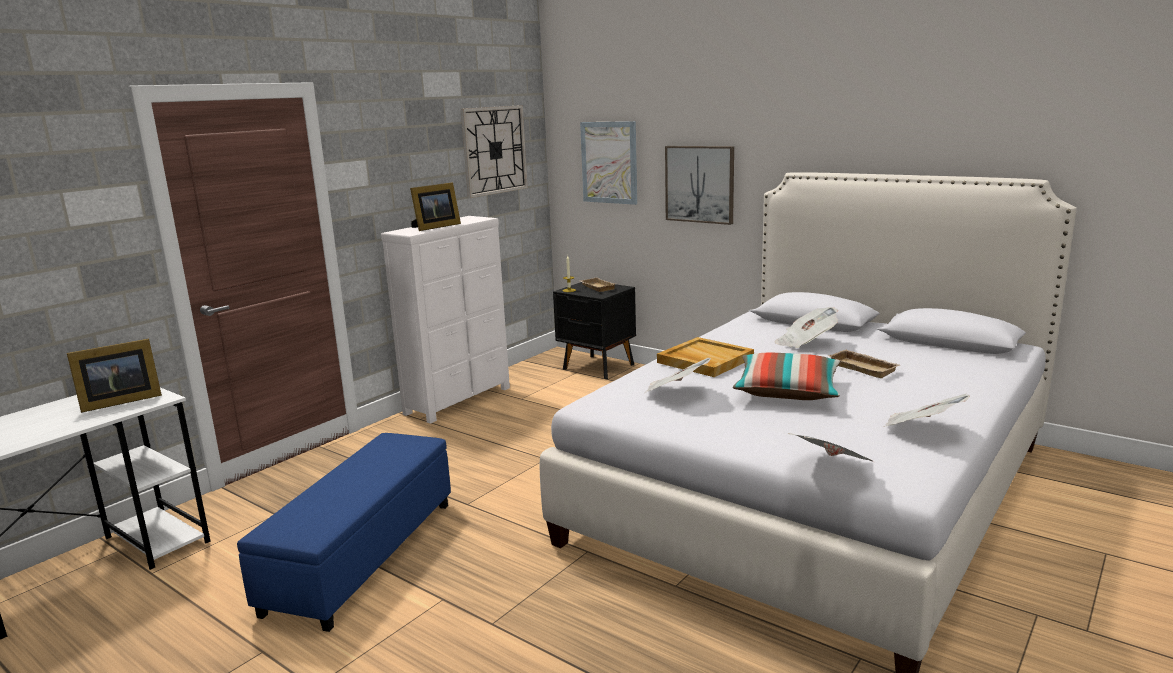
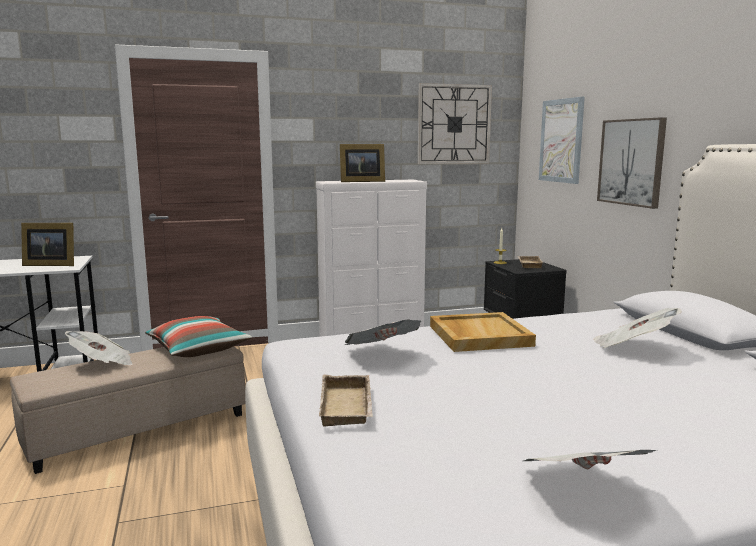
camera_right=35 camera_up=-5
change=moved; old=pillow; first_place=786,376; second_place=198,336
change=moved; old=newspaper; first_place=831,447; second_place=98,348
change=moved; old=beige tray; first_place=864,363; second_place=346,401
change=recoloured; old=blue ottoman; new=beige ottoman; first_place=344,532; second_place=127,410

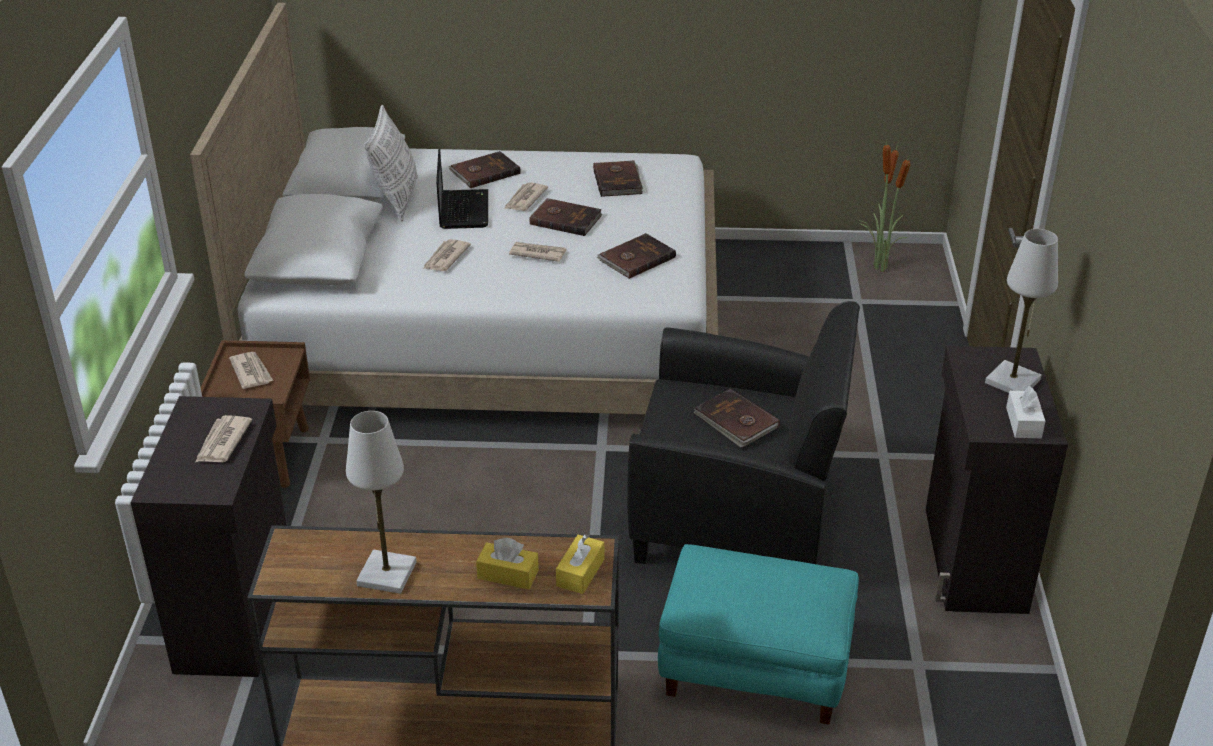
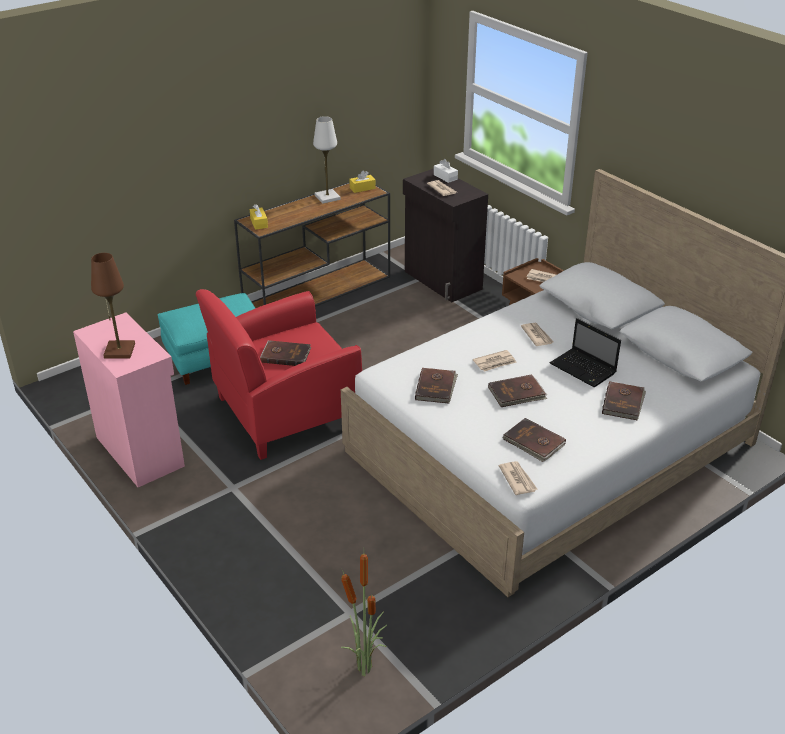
camera_right=140 camera_up=0
change=removed; old=pillow; first_place=391,163
change=moved; old=yellow tissue box; first_place=507,563; second_place=362,181
change=moved; old=newspaper; first_place=526,196; second_place=518,478
change=moved; old=white tissue box; first_place=1025,412; second_place=446,171
change=recoloured; old=black armchair; new=red armchair; first_place=743,432; second_place=279,374
change=recoloured; old=black cabinet; new=pink cabinet; first_place=997,480; second_place=129,400
change=recoloured; old=white table lamp; new=brown table lamp; first_place=1021,311; second_place=113,306

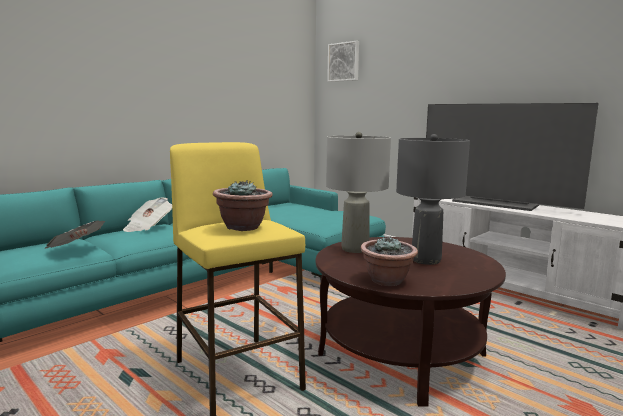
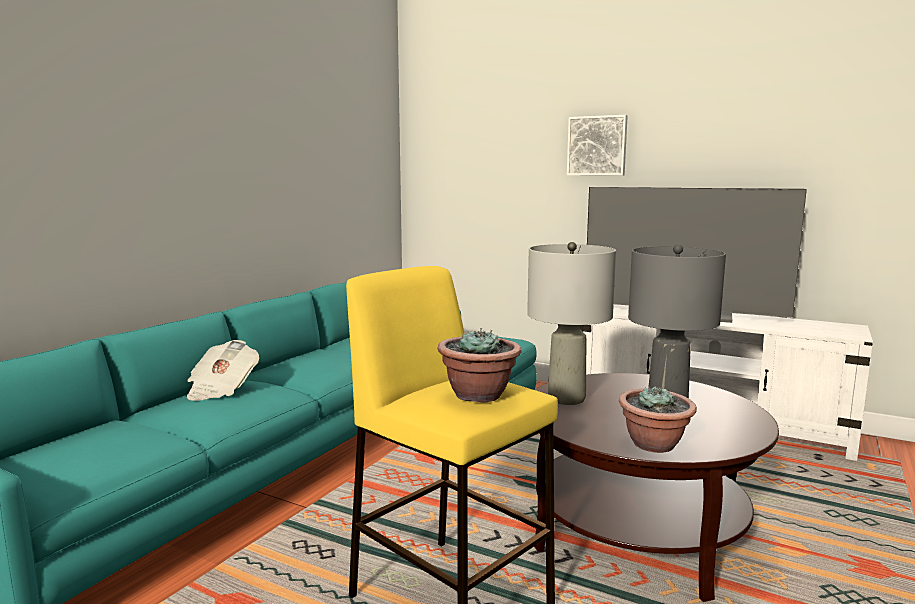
camera_right=-15 camera_up=0
change=removed; old=newspaper; first_place=75,234
change=moved; old=picture; first_place=343,61; second_place=597,145

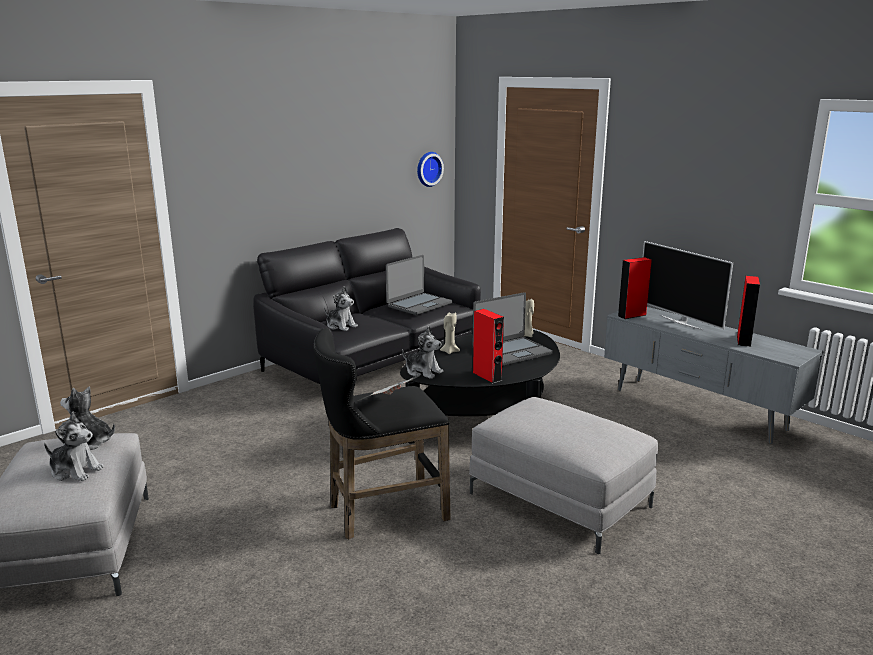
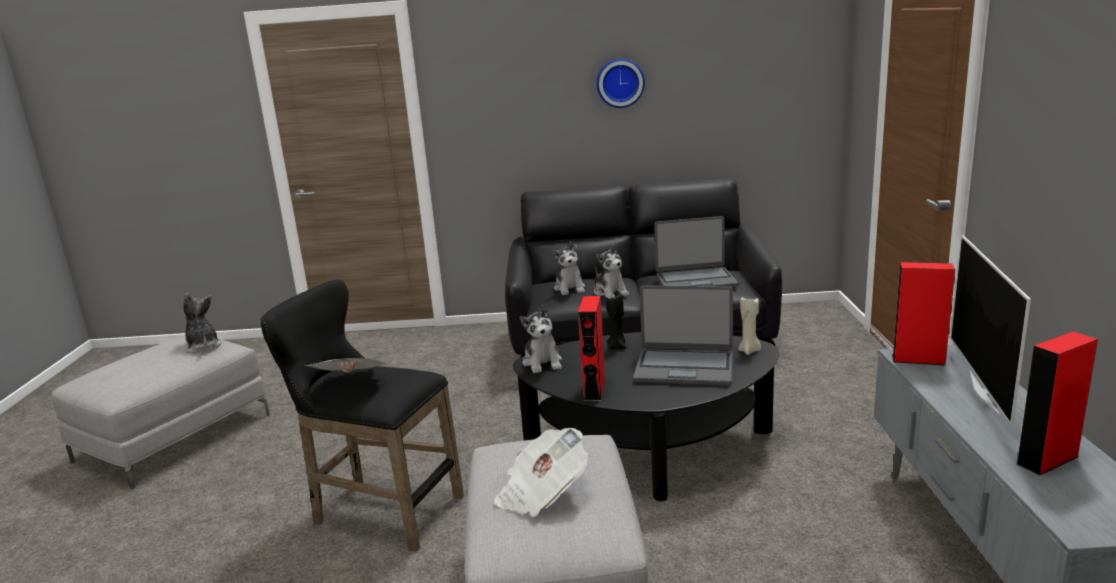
camera_right=45 camera_up=0
change=added; new=newspaper; second_place=541,472
change=moved; old=plush toy; first_place=74,446; second_place=611,271
change=moved; old=wall clock; first_place=430,169; second_place=621,83
change=recoloured; old=beige candle; new=black candle; first_place=450,333; second_place=616,321

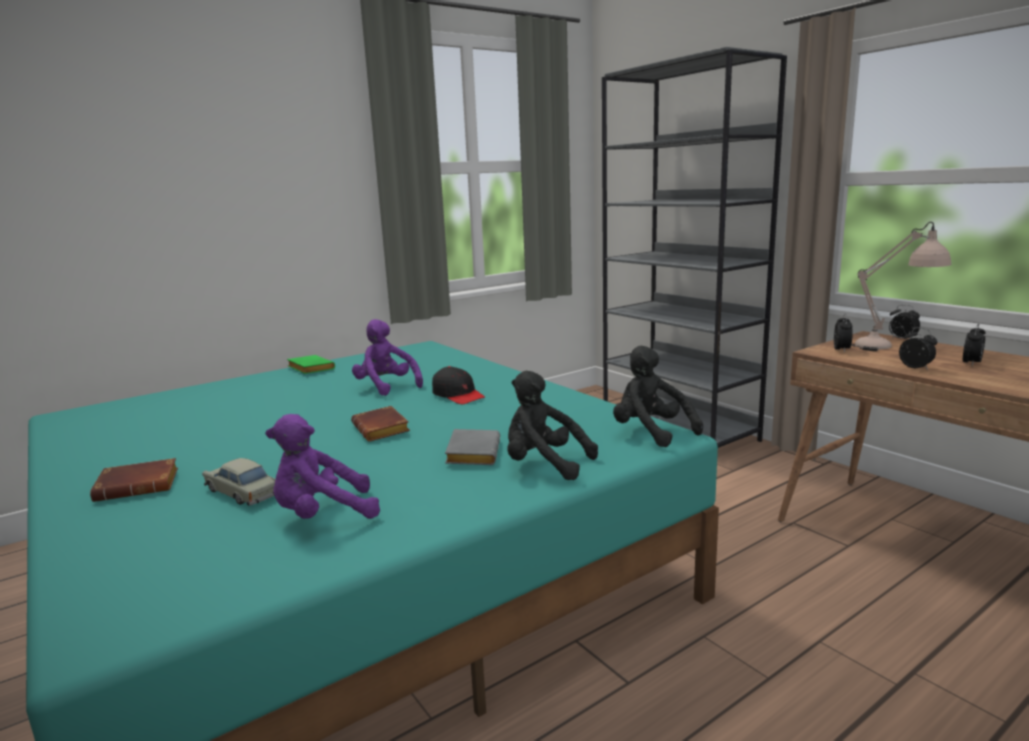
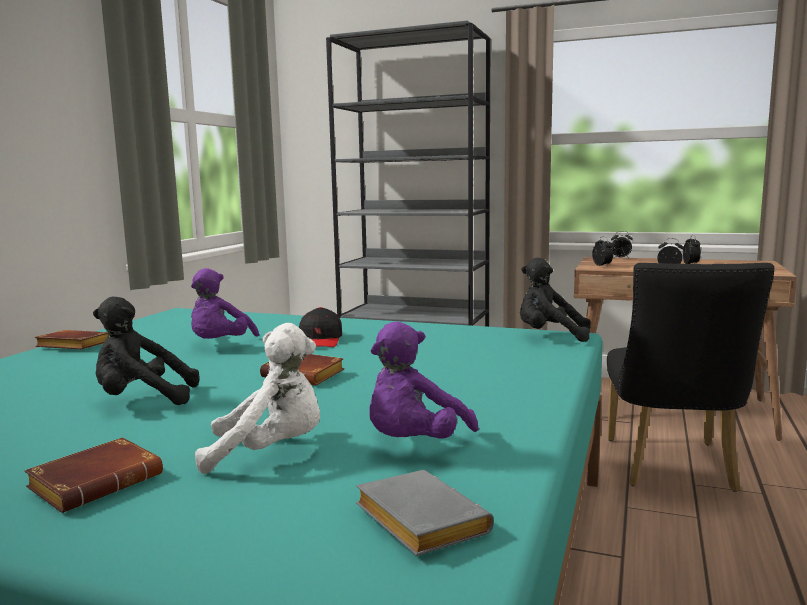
camera_right=-35 camera_up=-5
change=removed; old=beige table lamp; first_place=901,286
change=added; new=black chair; second_place=690,377
change=moved; old=grey book; first_place=472,447; second_place=425,513
change=moved; old=black plush toy; first_place=552,425; second_place=146,351
change=replaced; old=beige toy car; new=white plush toy; first_place=238,482; second_place=257,398
change=recoloured; old=green book; new=brown book; first_place=311,364; second_place=71,339
change=turned; old=purple plush toy; first_place=387,357; second_place=225,303; degrees=-90
change=turned; old=black cap; first_place=458,385; second_place=320,327; degrees=75

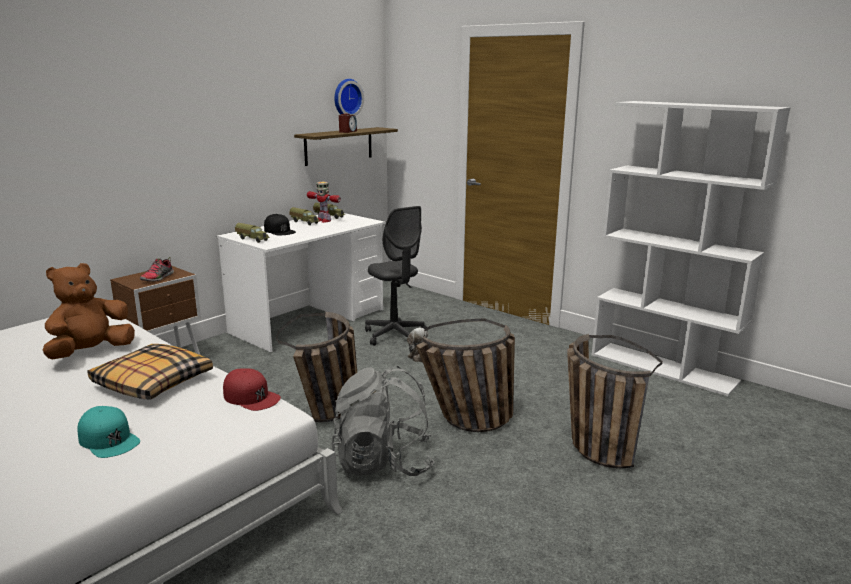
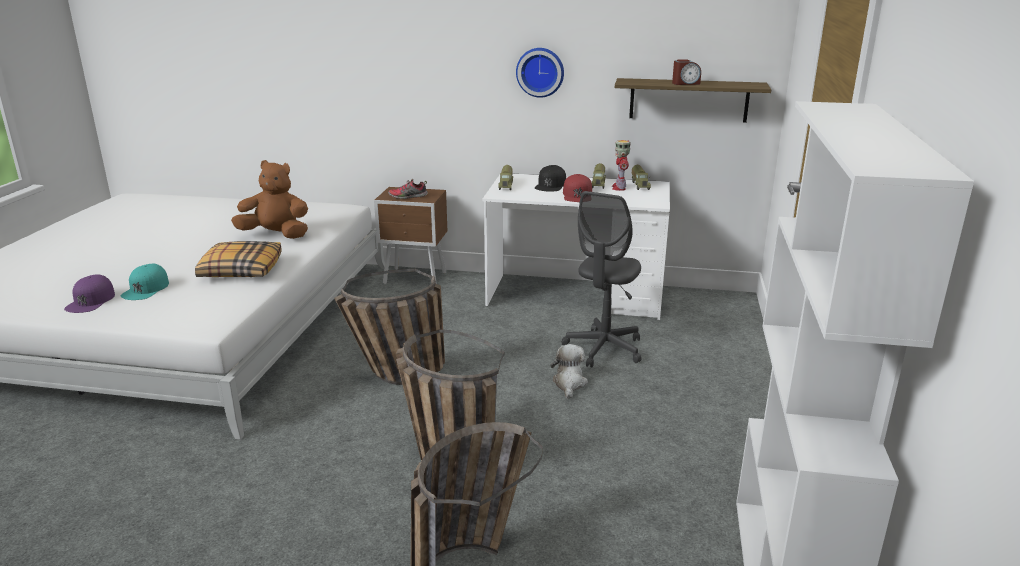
camera_right=60 camera_up=5
change=removed; old=grey backpack; first_place=383,421
change=added; new=purple cap; second_place=89,293
change=moved; old=red cap; first_place=252,389; second_place=577,188
change=moved; old=wall clock; first_place=349,97; second_place=540,73

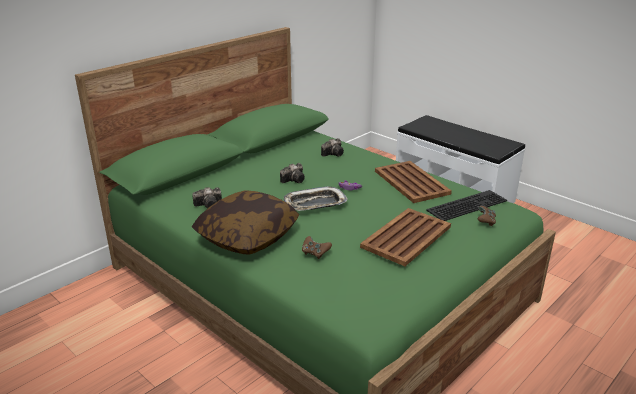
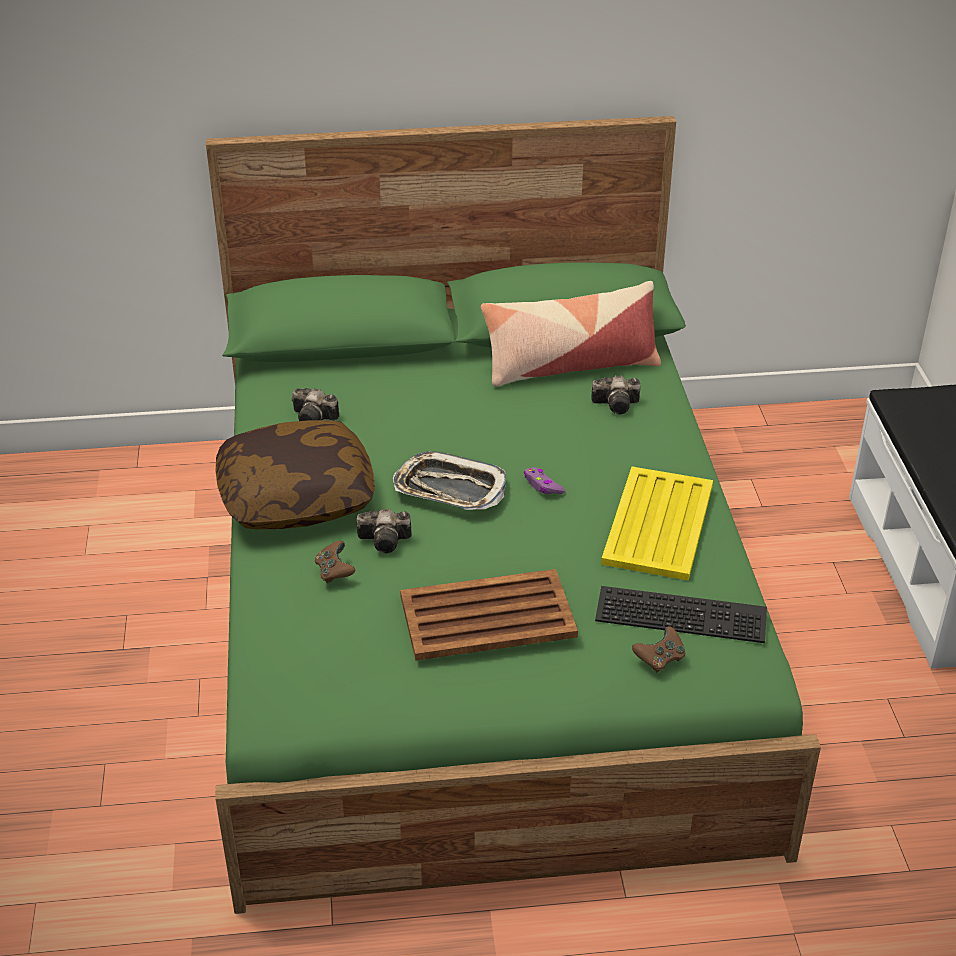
camera_right=40 camera_up=10
change=added; new=pillow; second_place=571,334
change=moved; old=photo camera; first_place=292,173; second_place=384,530
change=recoloured; old=brown tray; new=yellow tray; first_place=413,182; second_place=657,524

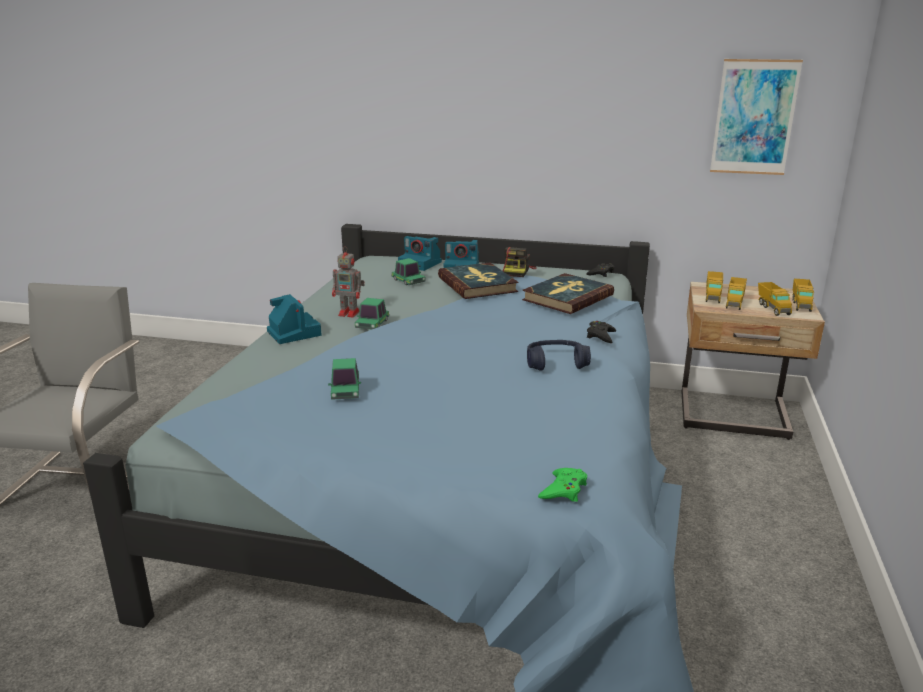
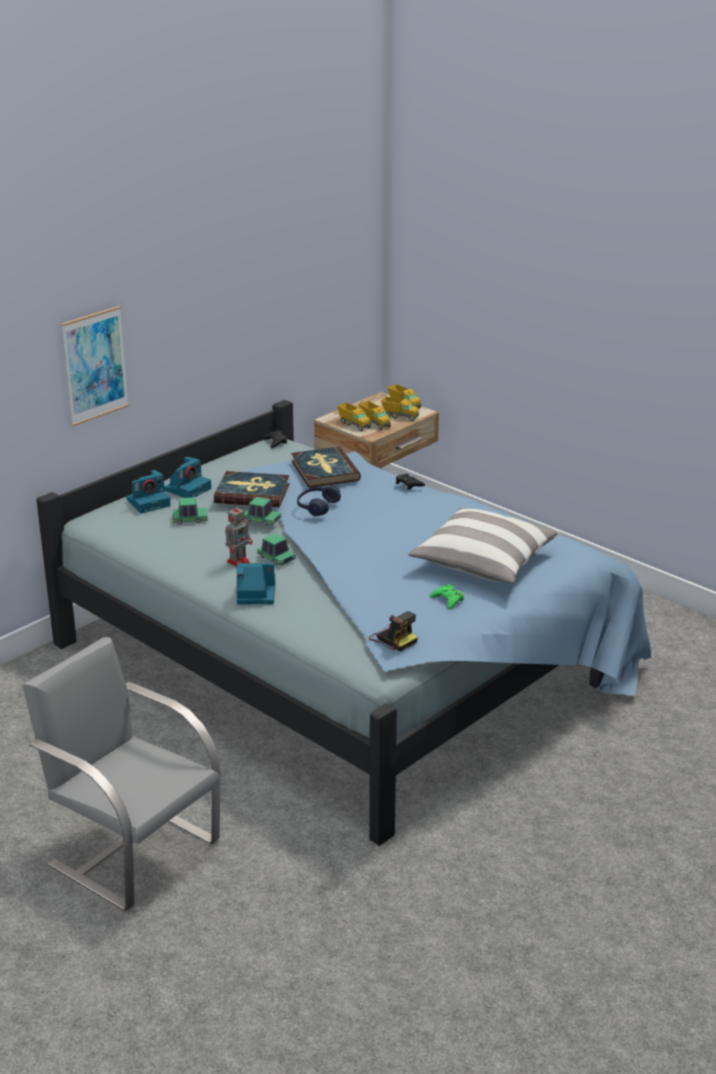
camera_right=-60 camera_up=5
change=added; new=pillow; second_place=483,545
change=moved; old=toy car; first_place=344,379; second_place=262,511
change=moved; old=photo camera; first_place=520,262; second_place=393,631
change=moved; old=blue headphones; first_place=559,355; second_place=319,500
change=moved; old=green game controller; first_place=562,485; second_place=447,596
change=moved; old=picture; first_place=756,117; second_place=95,366

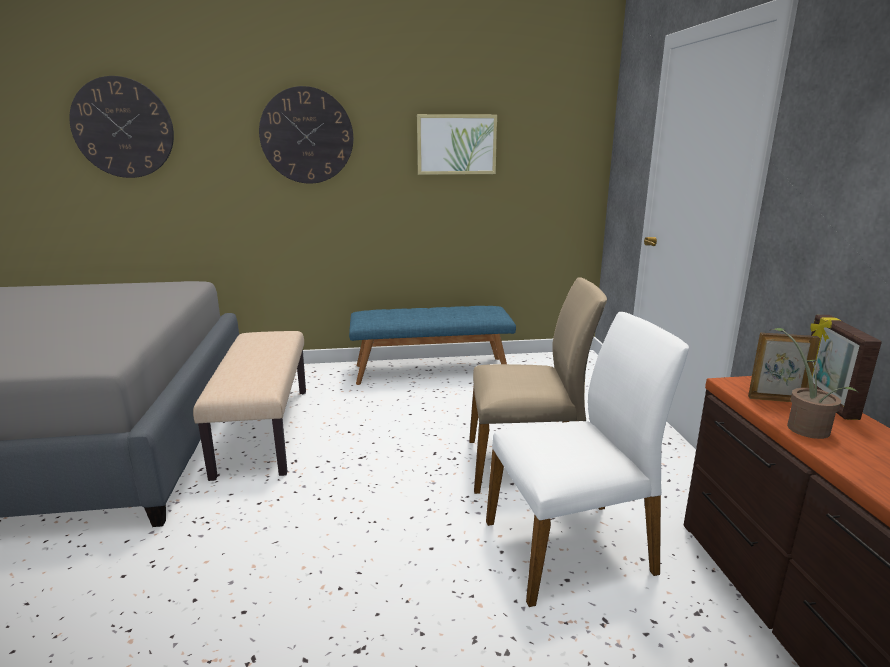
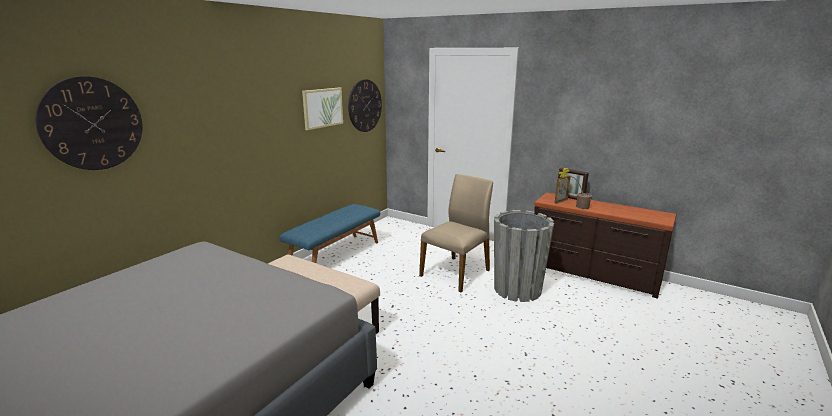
camera_right=-50 camera_up=0
change=moved; old=wall clock; first_place=306,135; second_place=365,105
change=replaced; old=white chair; new=grey planter; first_place=587,459; second_place=524,256

